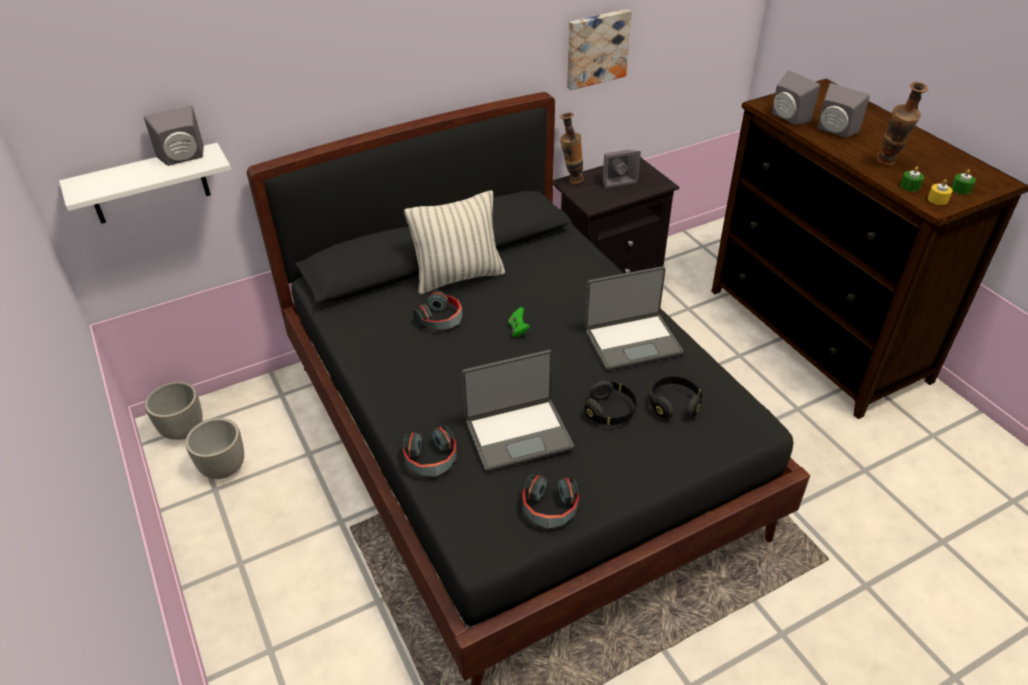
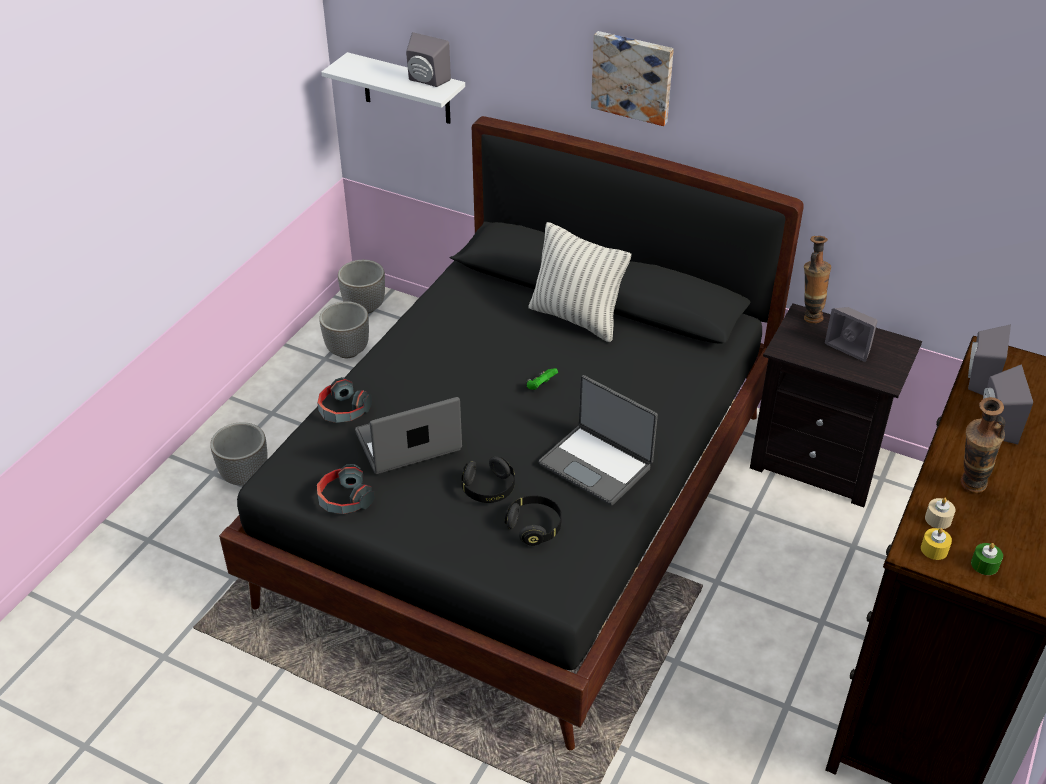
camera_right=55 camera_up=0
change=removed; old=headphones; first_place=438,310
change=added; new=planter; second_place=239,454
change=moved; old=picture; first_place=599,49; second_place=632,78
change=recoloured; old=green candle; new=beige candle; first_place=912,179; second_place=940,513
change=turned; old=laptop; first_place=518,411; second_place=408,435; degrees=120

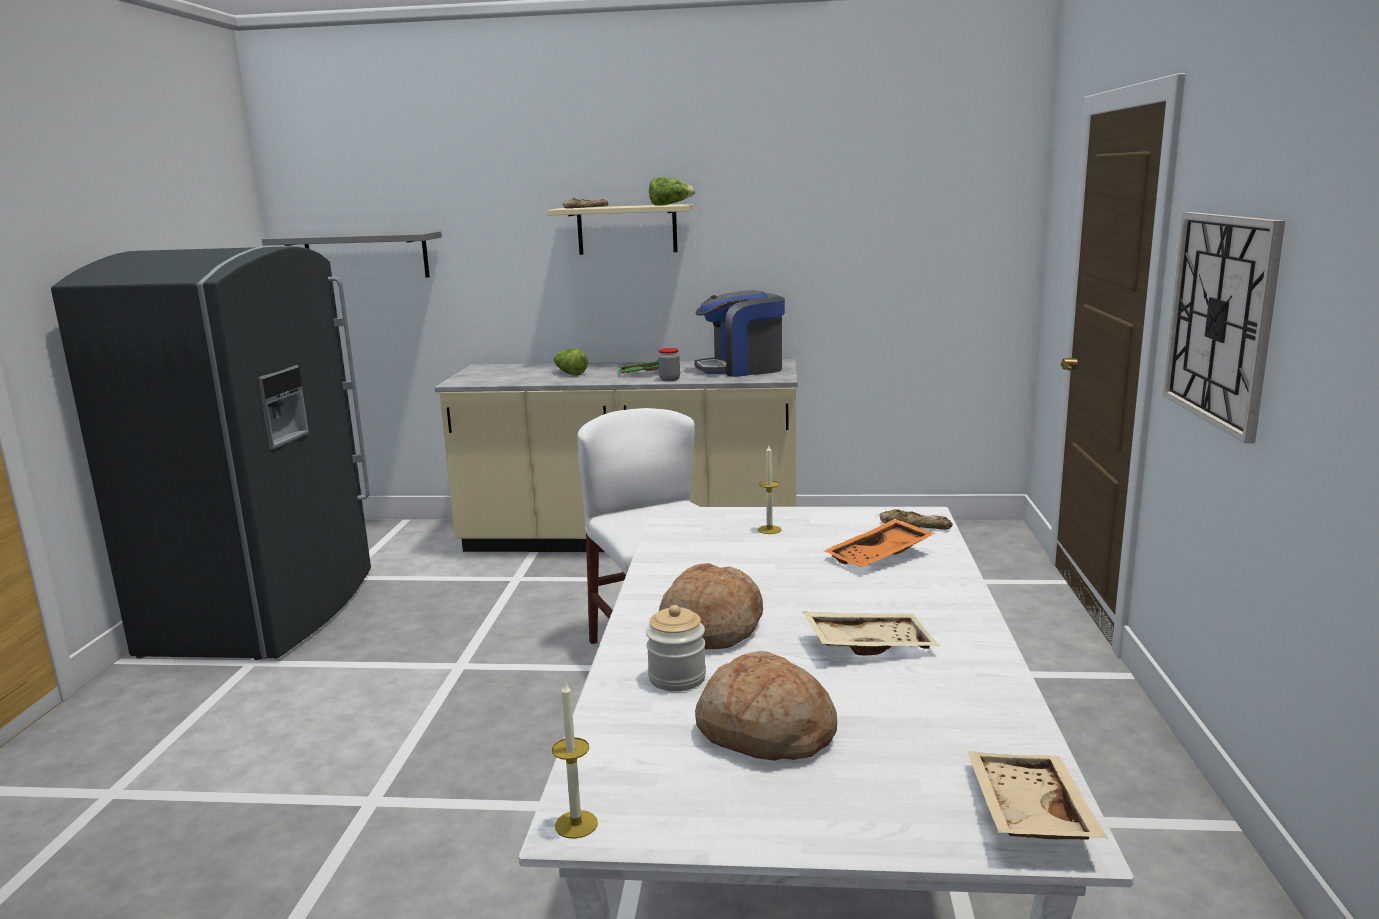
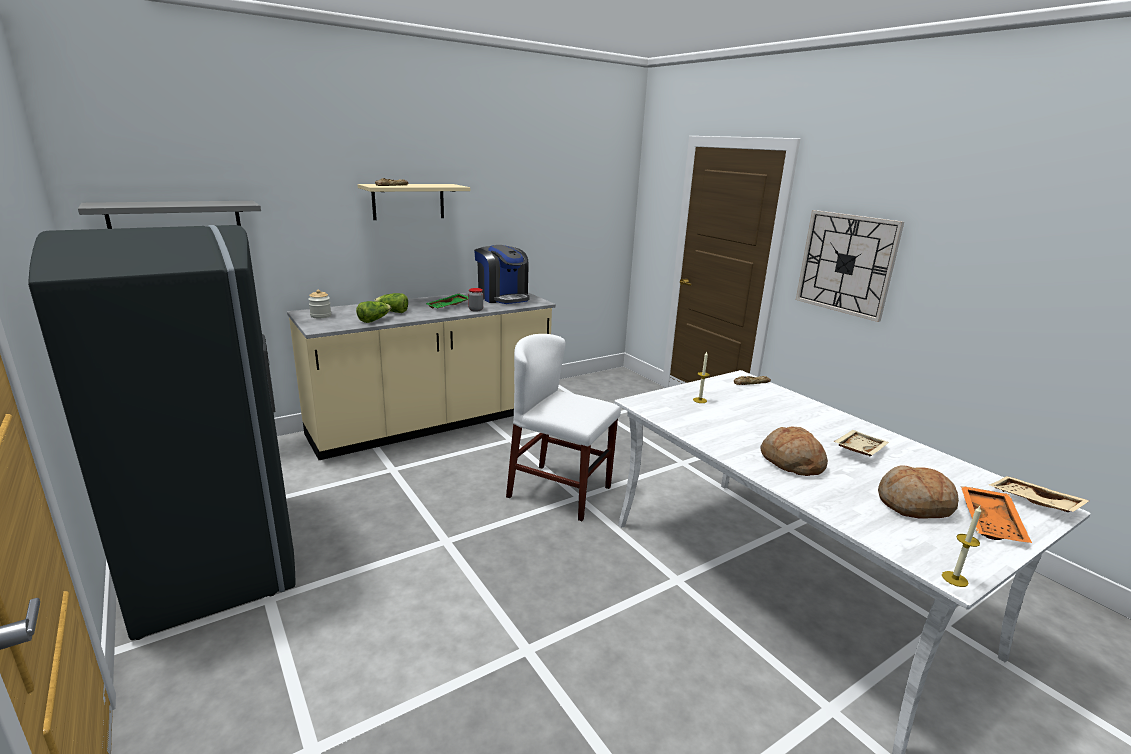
camera_right=-40 camera_up=5
change=moved; old=jar; first_place=676,648; second_place=319,304
change=moved; old=lettuce; first_place=672,192; second_place=373,312
change=moved; old=orange tray; first_place=879,543; second_place=996,514
change=turned; old=coffee machine; first_place=739,333; second_place=502,274; degrees=-75

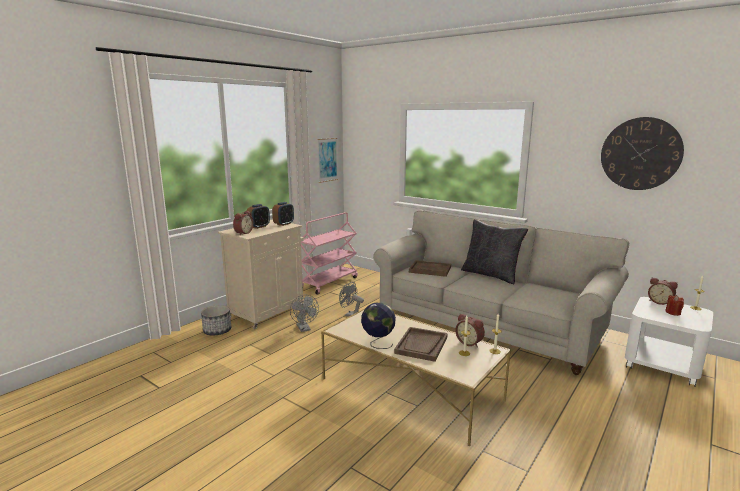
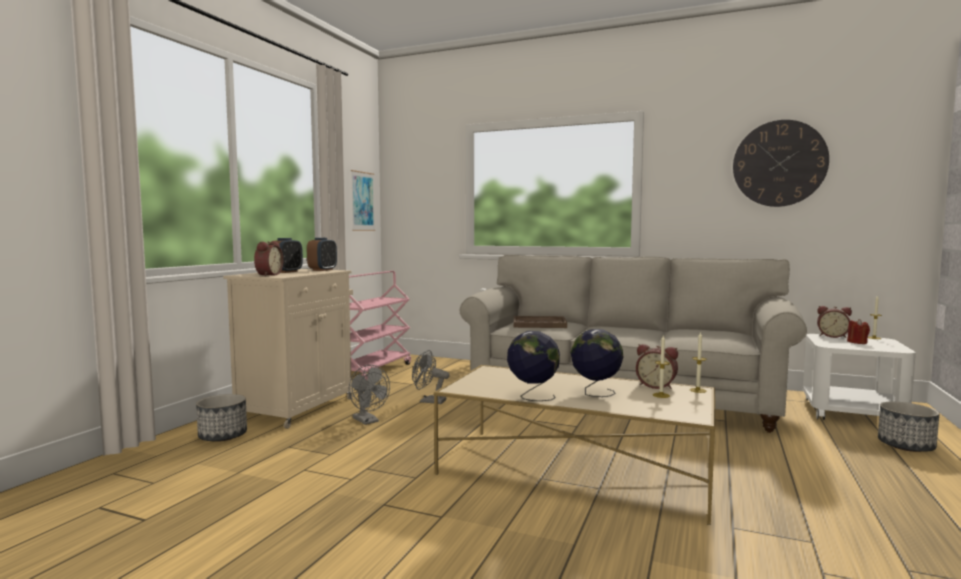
camera_right=-15 camera_up=-10
change=removed; old=black pillow; first_place=494,252
change=added; new=planter; second_place=908,427
change=replaced; old=brown tray; new=globe; first_place=421,344; second_place=597,363

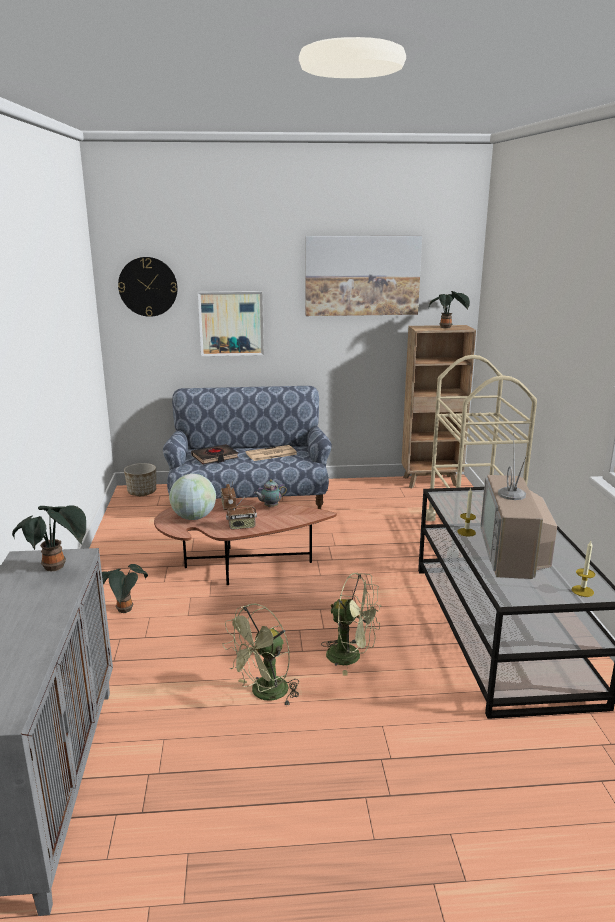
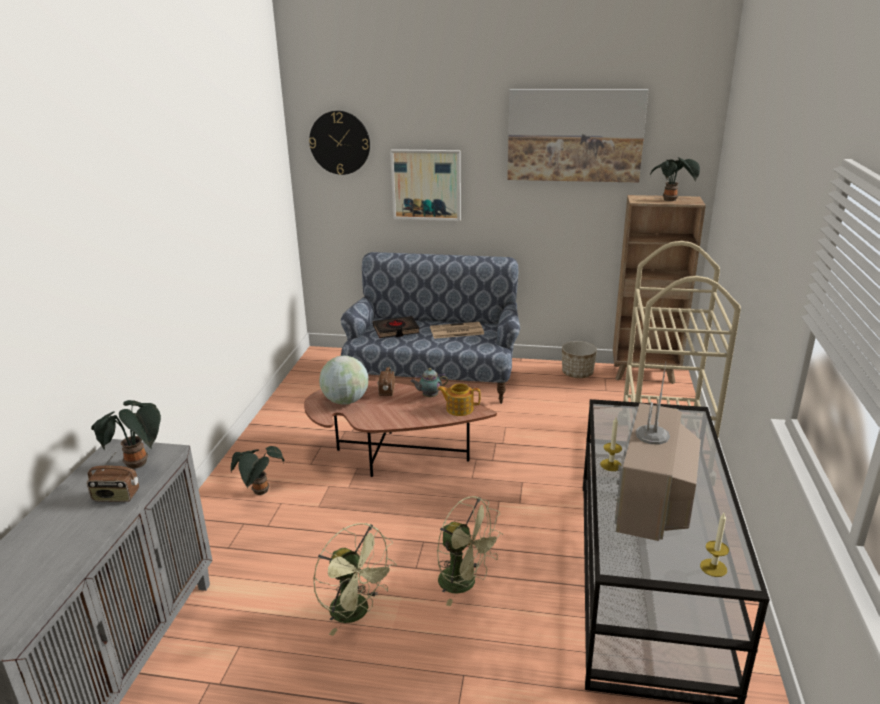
camera_right=15 camera_up=5
change=added; new=teapot; second_place=459,399
change=moved; old=planter; first_place=140,479; second_place=579,359
change=moved; old=radio; first_place=241,513; second_place=113,476
change=turned; old=green fan; first_place=260,655; second_place=355,579; degrees=-105

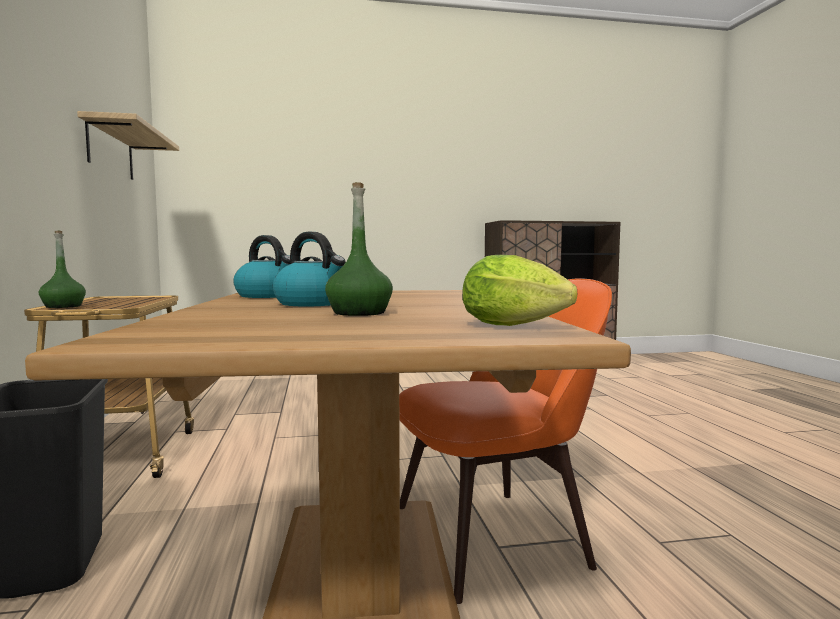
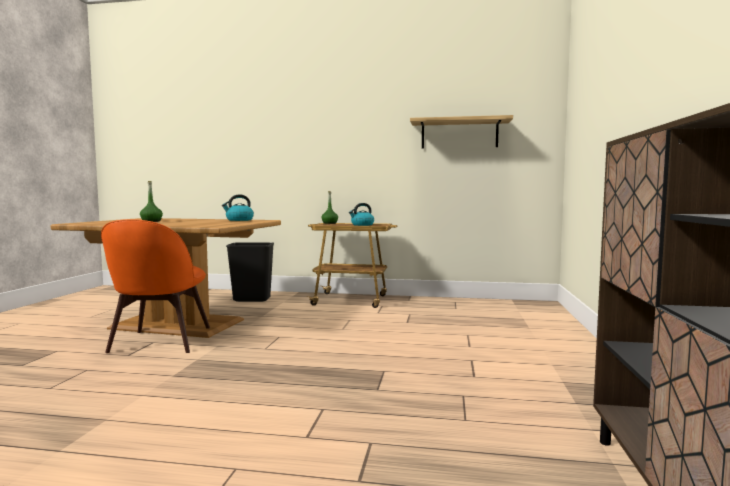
camera_right=110 camera_up=0
change=removed; old=lettuce; first_place=519,290
change=moved; old=kettle; first_place=309,269; second_place=361,214

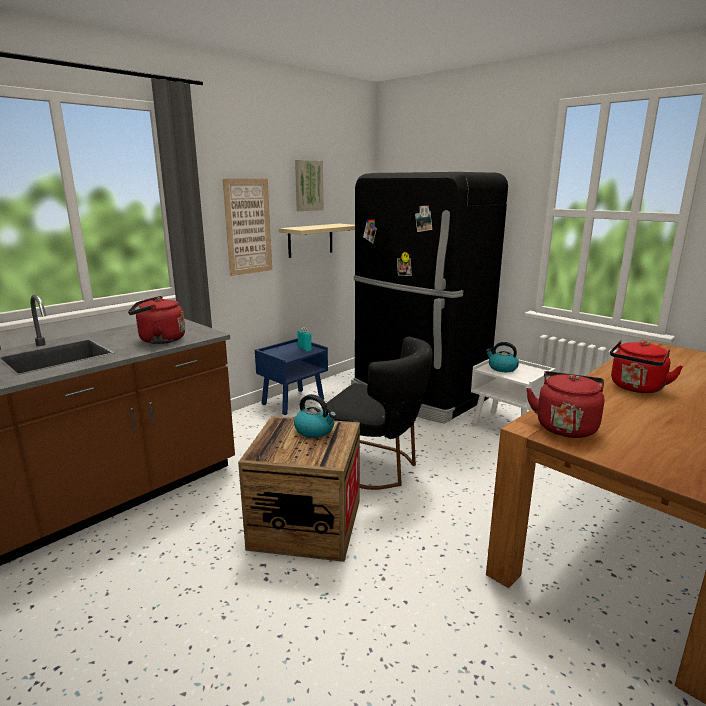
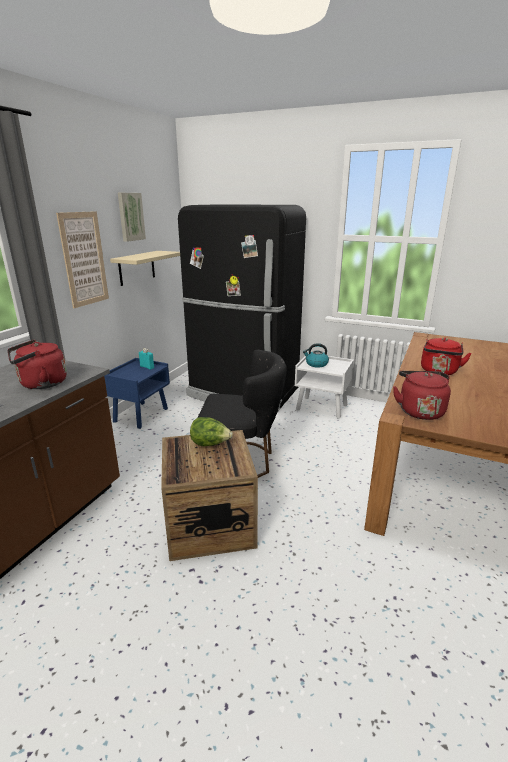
camera_right=-20 camera_up=5
change=replaced; old=kettle; new=lettuce; first_place=315,416; second_place=211,431

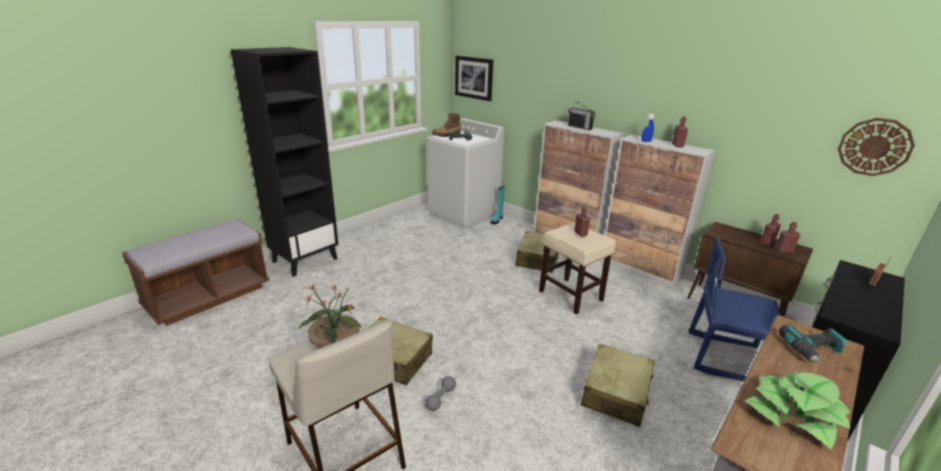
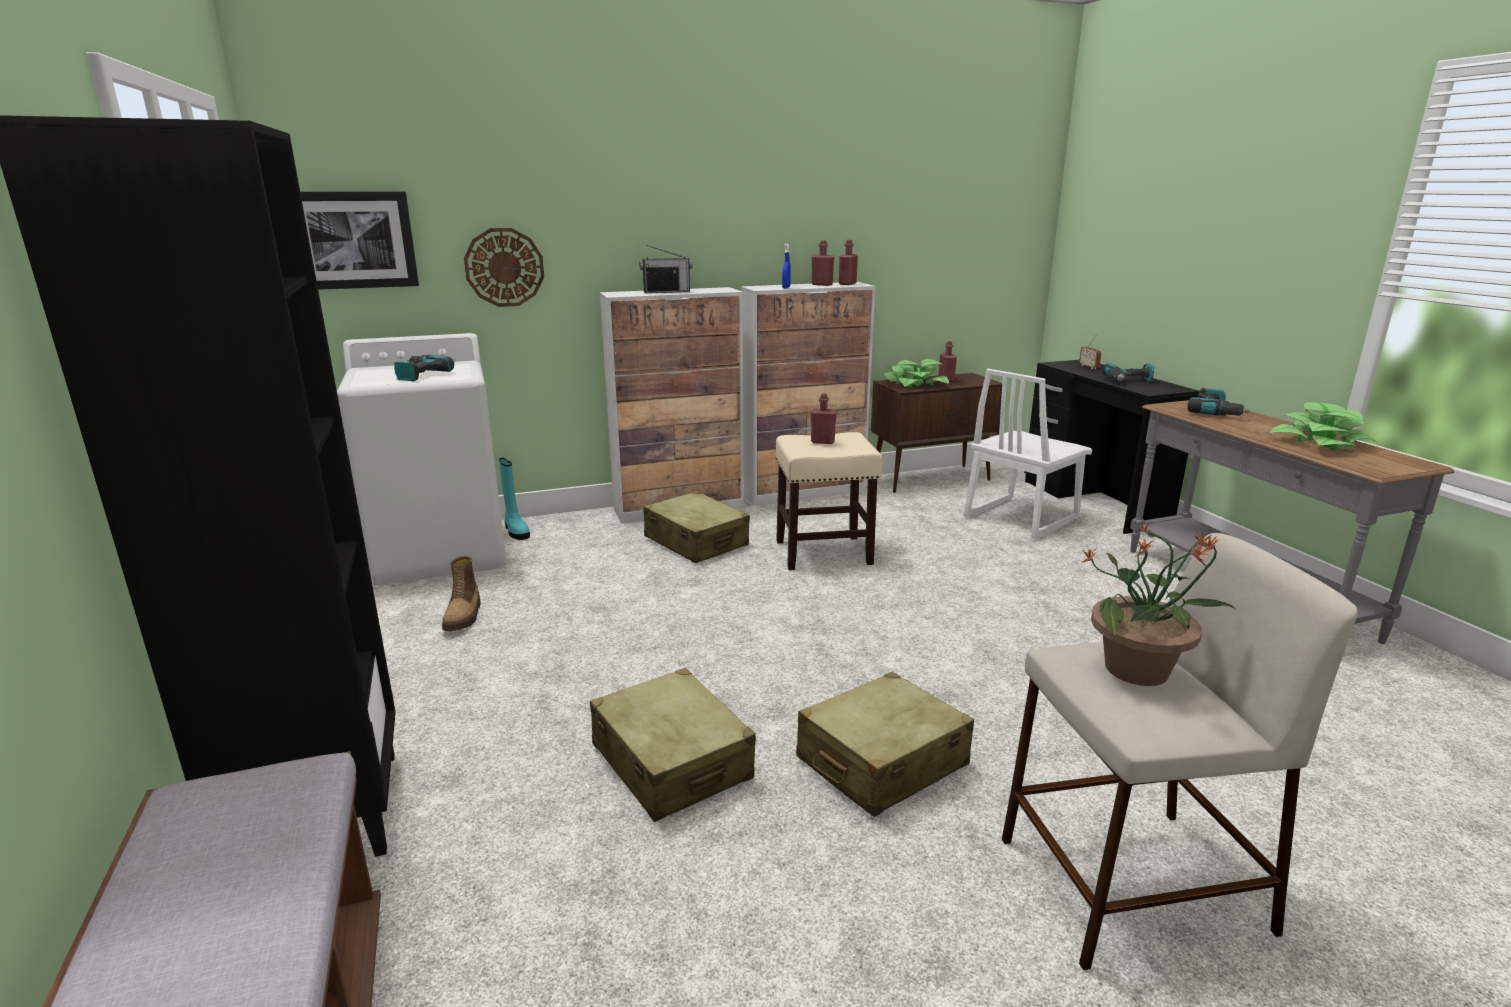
camera_right=-60 camera_up=-5
change=removed; old=grey dumbbell; first_place=440,393
change=added; new=potted plant; second_place=916,373
change=added; new=power drill; second_place=1129,372
change=moved; old=boot; first_place=446,125; second_place=461,593
change=moved; old=beige suitcase; first_place=618,385; second_place=673,745
change=moved; old=red bottle; first_place=787,237; second_place=848,262
change=moved; old=wall clock; first_place=876,147; second_place=504,267
change=recoloured; old=blue chair; new=white chair; first_place=735,309; second_place=1028,454

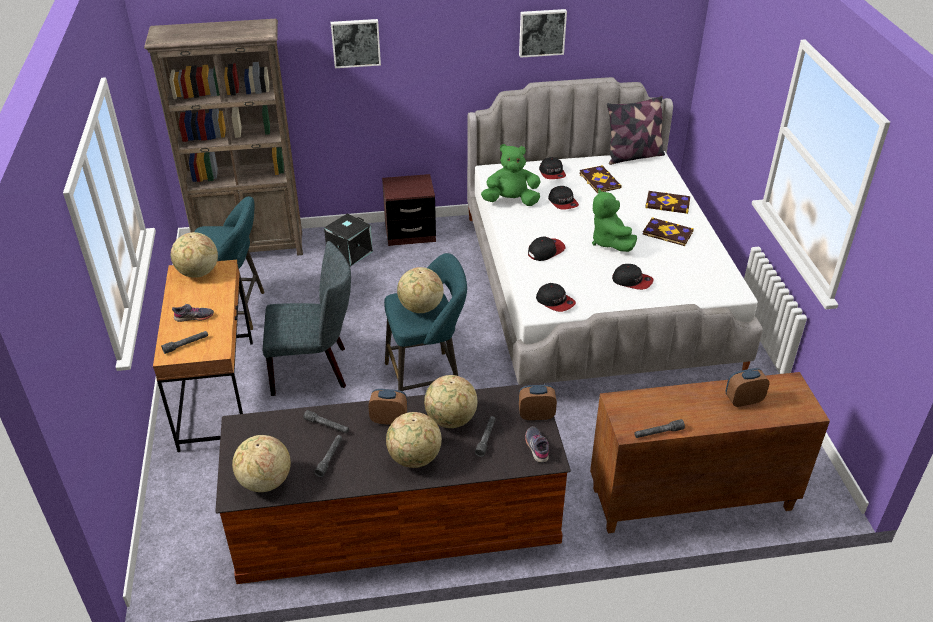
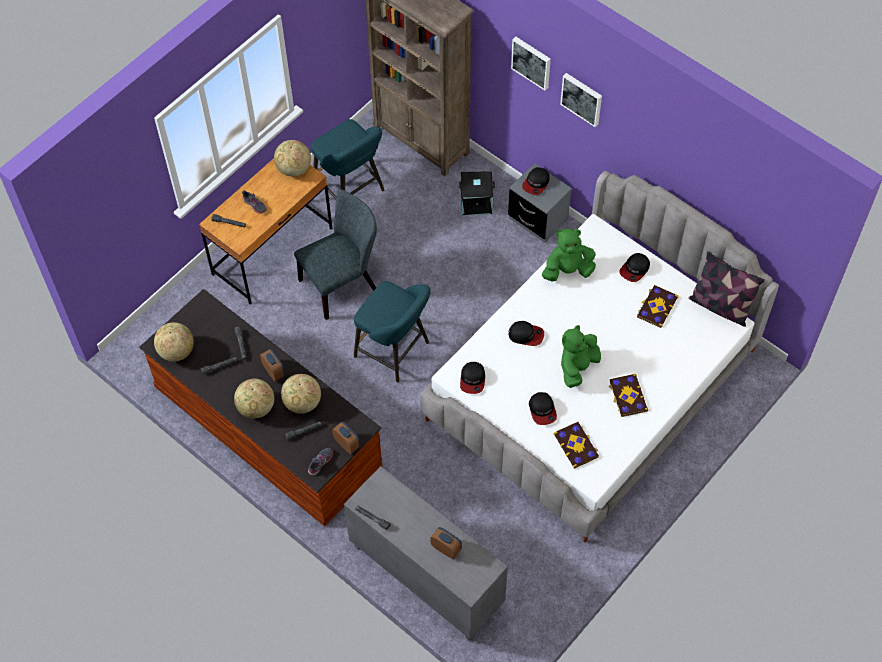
camera_right=50 camera_up=20
change=removed; old=globe; first_place=420,290
change=moved; old=picture; first_place=543,33; second_place=581,100
change=moved; old=cap; first_place=563,198; second_place=535,181
change=moved; old=book; first_place=667,202; second_place=576,445
change=recoloured; old=brown nightstand; new=grey nightstand; first_place=409,210; second_place=540,203
change=recoloured; old=brown cabinet; new=grey cabinet; first_place=710,452; second_place=426,553
change=turned; old=grey chair; first_place=307,318; second_place=335,254; degrees=-75
change=turned; old=green plush toy; first_place=510,175; second_place=569,255; degrees=-60

